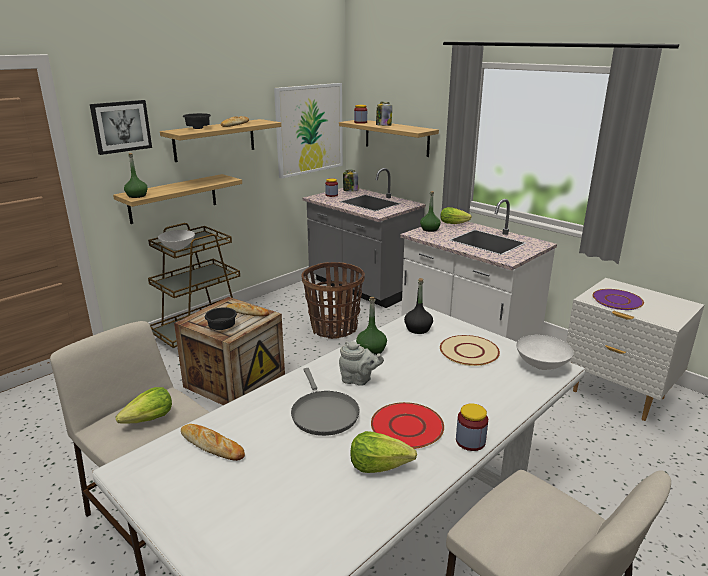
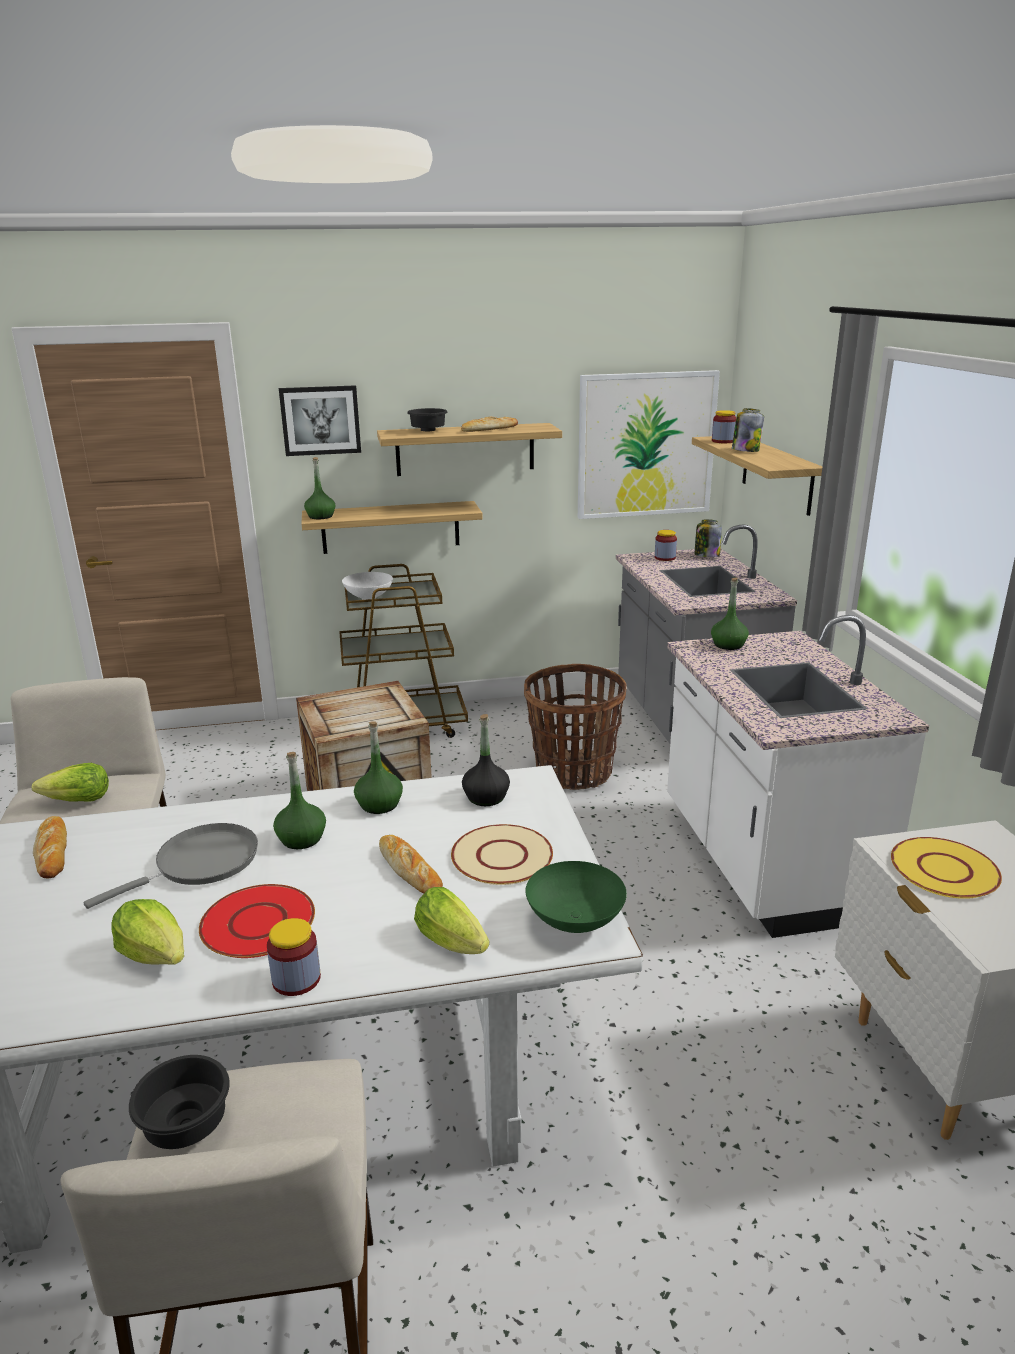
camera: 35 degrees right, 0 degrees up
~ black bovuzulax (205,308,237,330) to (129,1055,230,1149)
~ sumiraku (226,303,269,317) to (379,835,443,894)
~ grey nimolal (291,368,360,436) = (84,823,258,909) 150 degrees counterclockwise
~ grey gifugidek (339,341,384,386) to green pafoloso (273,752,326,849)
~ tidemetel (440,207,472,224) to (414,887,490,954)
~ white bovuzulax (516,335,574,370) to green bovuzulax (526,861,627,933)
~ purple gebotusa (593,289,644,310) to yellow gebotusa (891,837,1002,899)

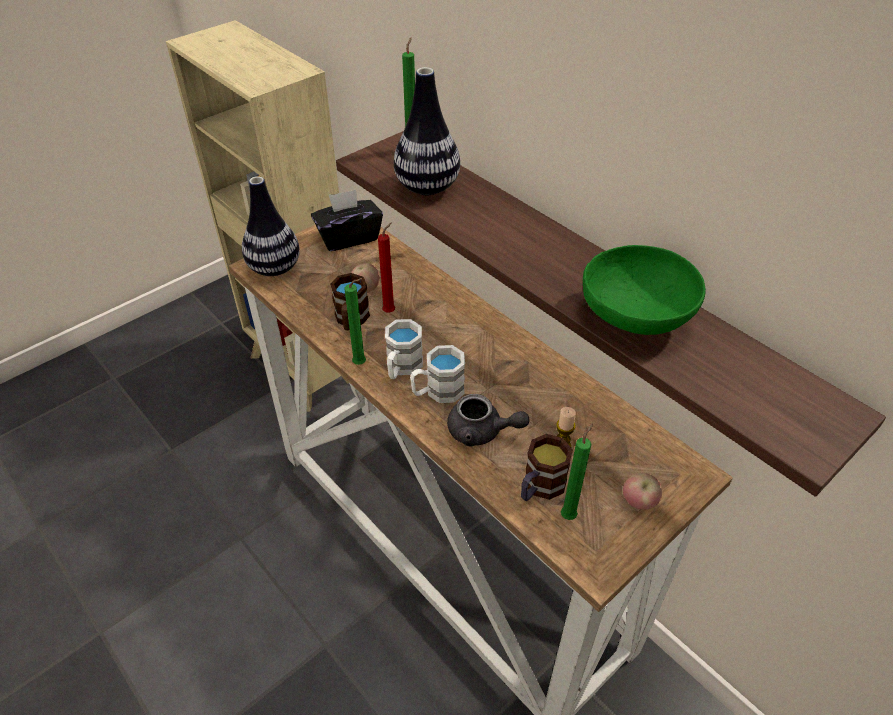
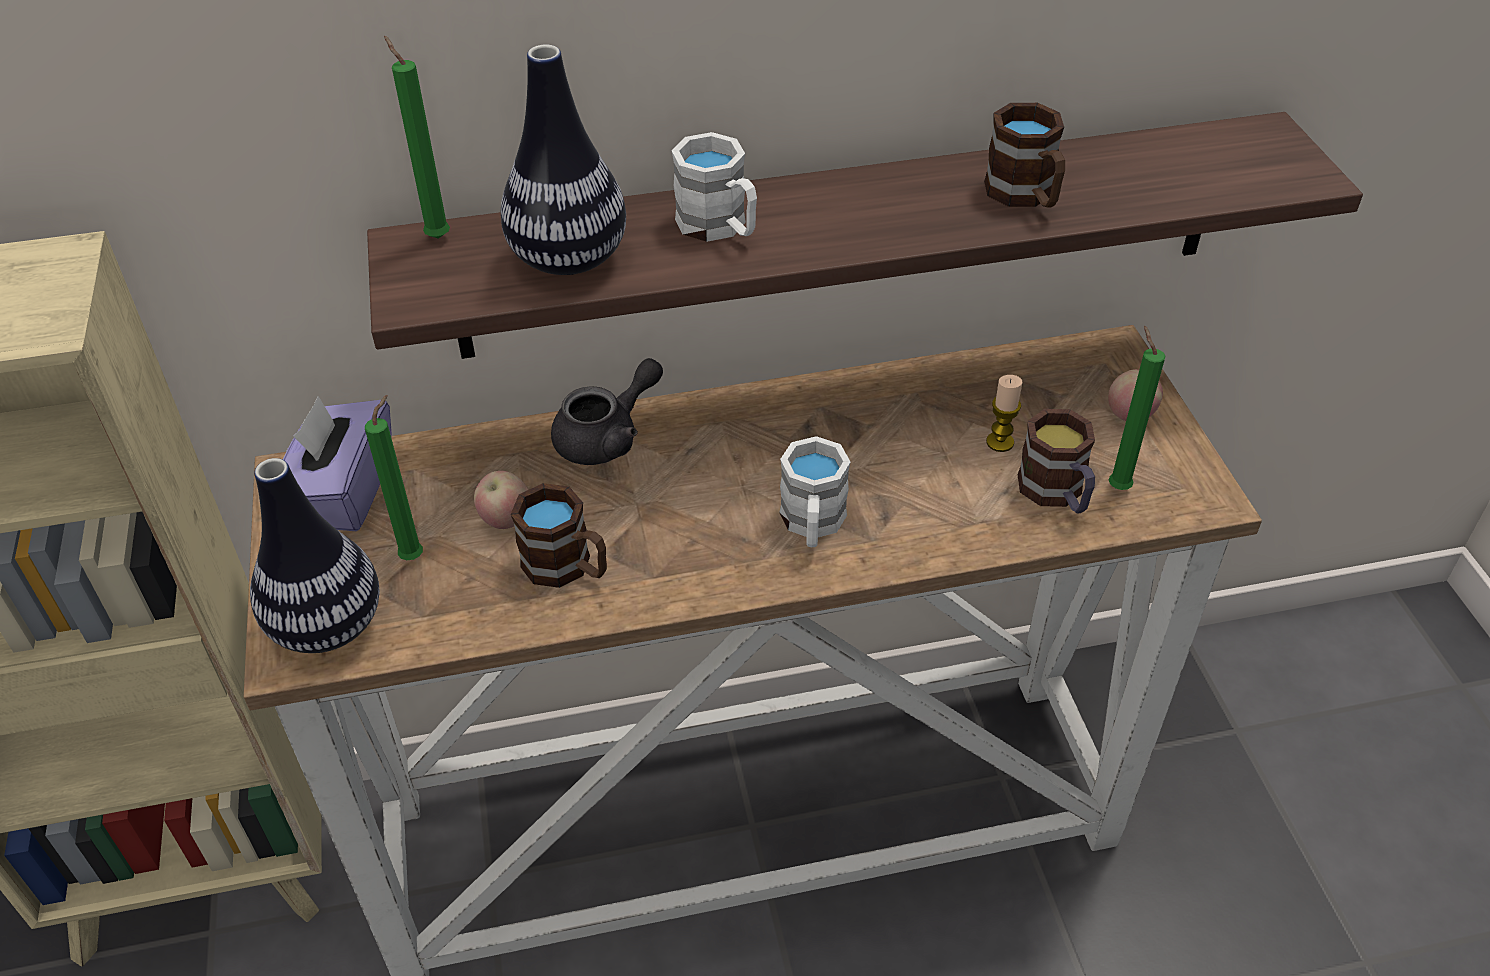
camera: 60 degrees left, 0 degrees up
~ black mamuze (311,190,383,251) to purple mamuze (283,396,392,531)
~ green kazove (344,278,366,365) to (365,395,423,560)
- red kazove (378,222,395,313)
~ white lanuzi (385,319,423,379) to (671,132,757,242)
~ grey gifugidek (447,394,529,447) to (551,358,663,465)
~ green bovuzulax (583,245,706,335) to brown lanuzi (984,103,1065,208)

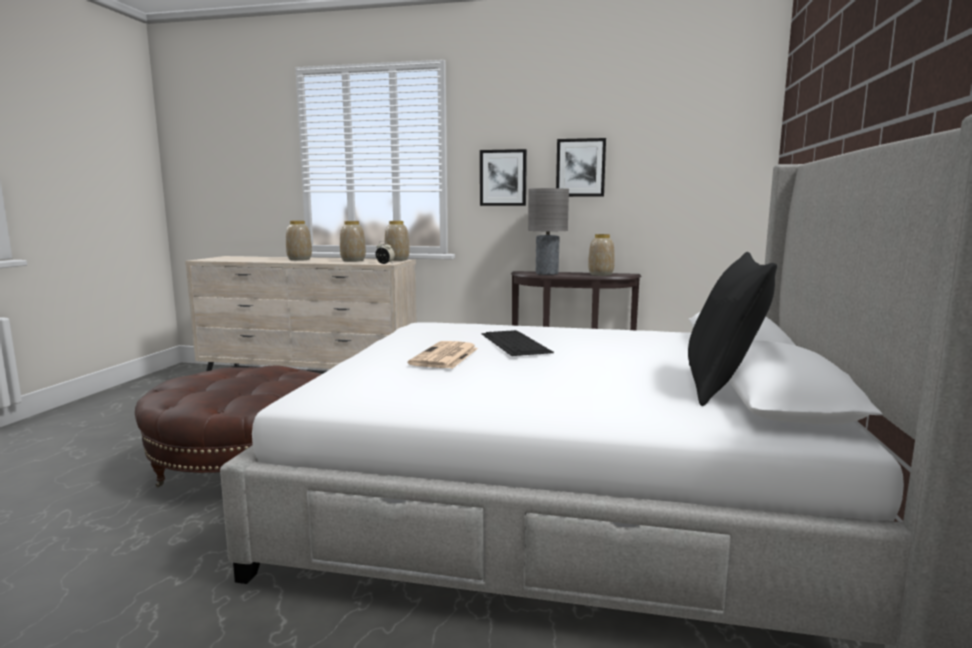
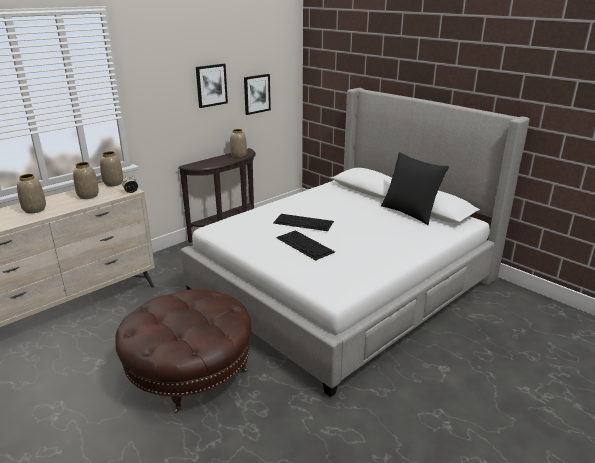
camera: 55 degrees left, 15 degrees up
~ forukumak (408,341,478,369) to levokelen (276,230,335,261)
~ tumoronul (480,149,527,206) to (244,74,271,115)
- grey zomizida (528,188,569,275)

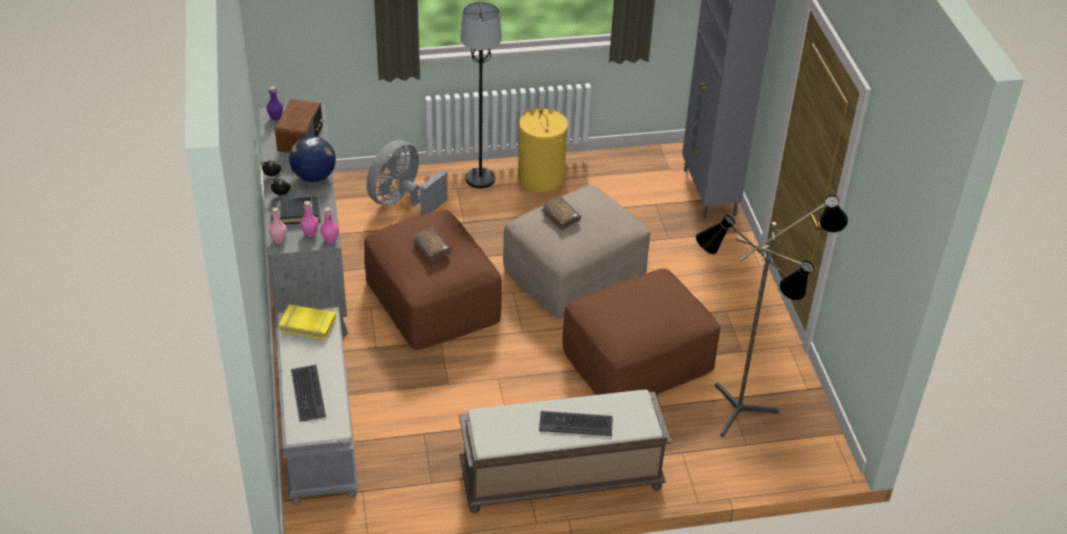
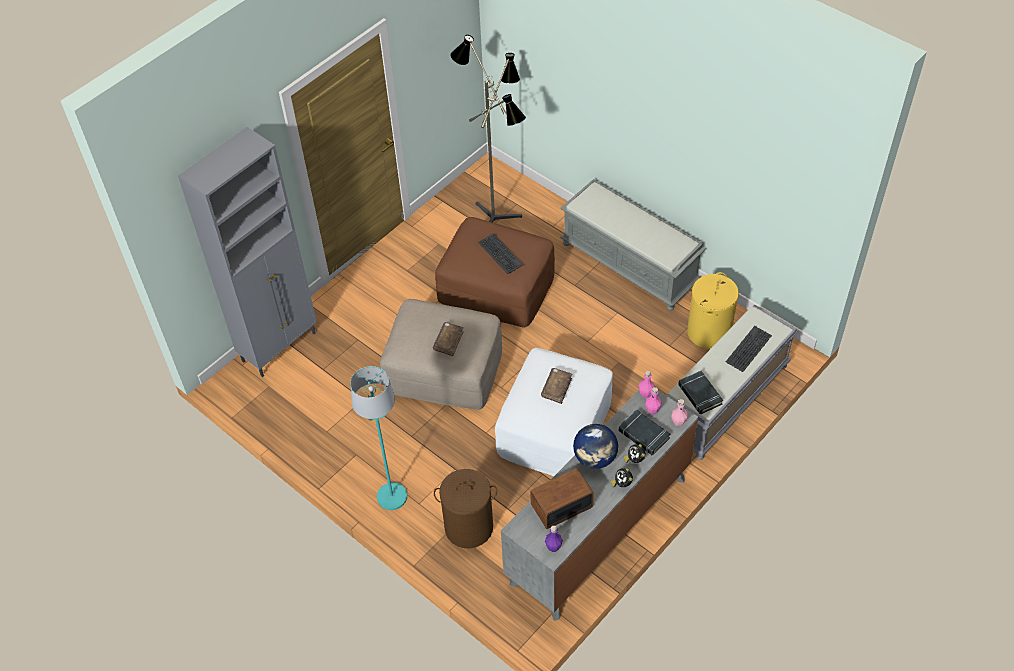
camera: 125 degrees left, 10 degrees up
~ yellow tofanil (279,304,336,340) to black tofanil (678,371,723,414)
~ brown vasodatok (364,210,502,350) to white vasodatok (495,348,613,476)
~ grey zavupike (366,140,448,215) to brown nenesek (434,469,497,548)
~ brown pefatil (459,390,672,513) to grey pefatil (560,179,705,311)
~ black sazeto (460,2,502,188) to turquoise sazeto (350,366,407,510)
~ yellow nenesek (518,109,568,192) to (687,272,739,349)
~ levokelen (539,411,613,436) to (478,233,523,274)

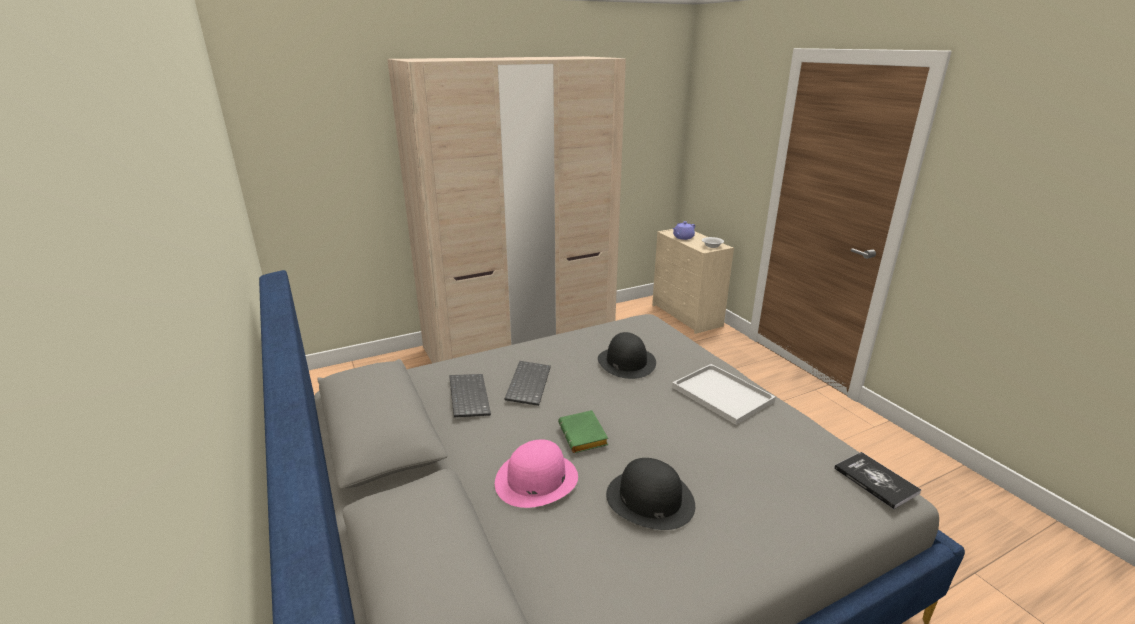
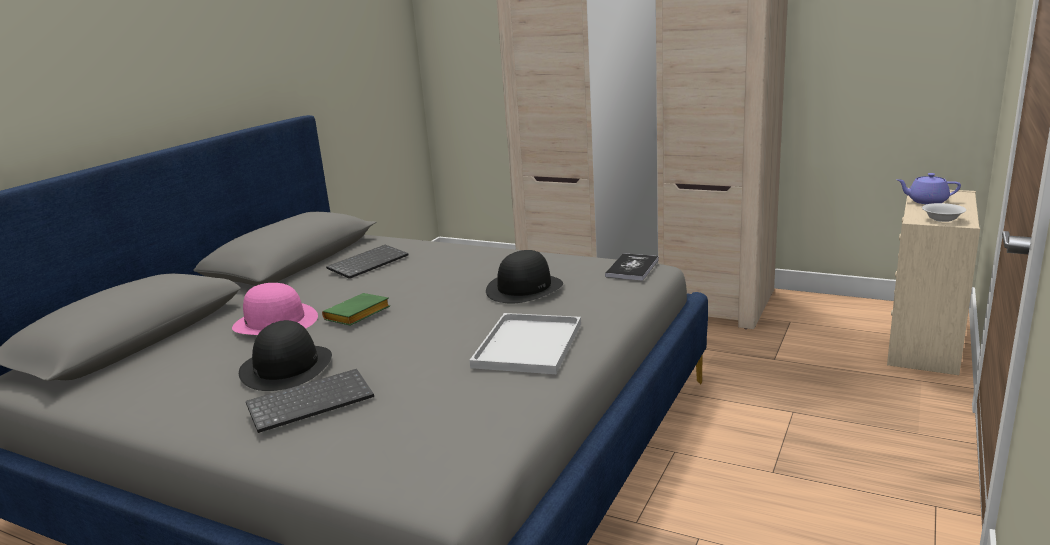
camera: 55 degrees right, 5 degrees down
~ levokelen (504,361,551,406) to (246,369,374,433)
~ tofanil (834,452,921,509) to (605,253,659,281)

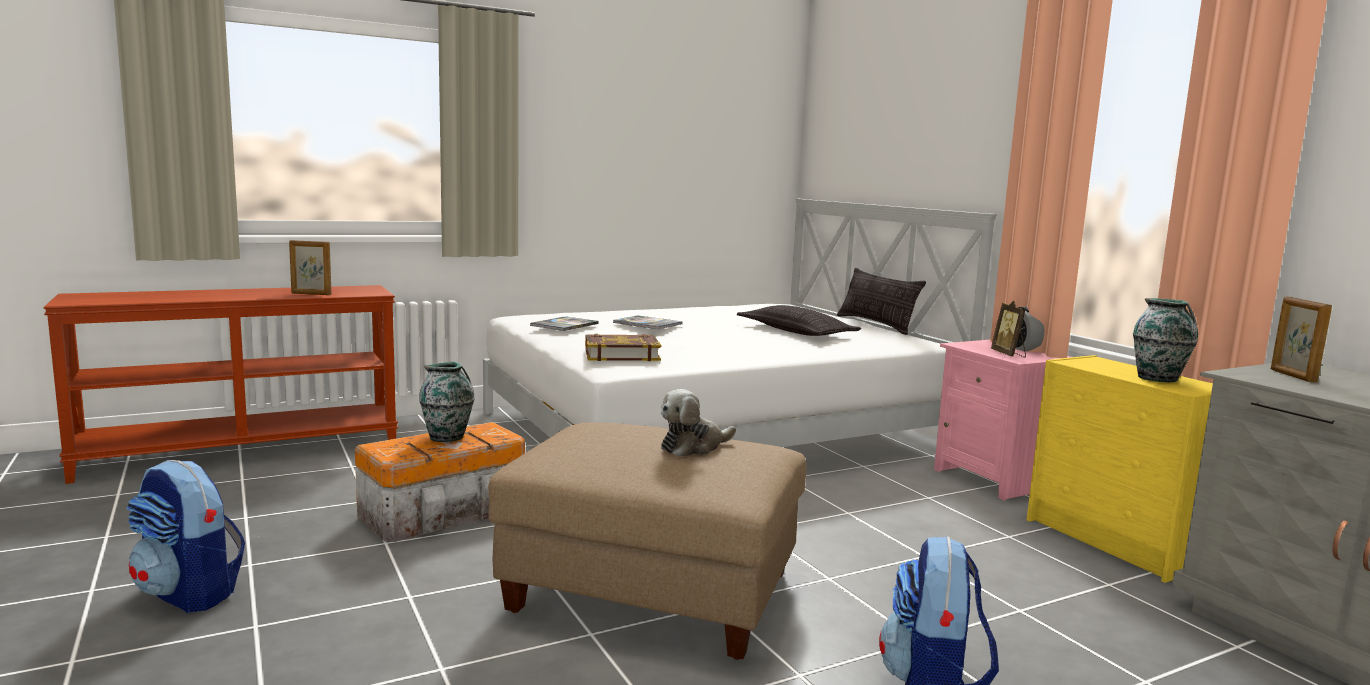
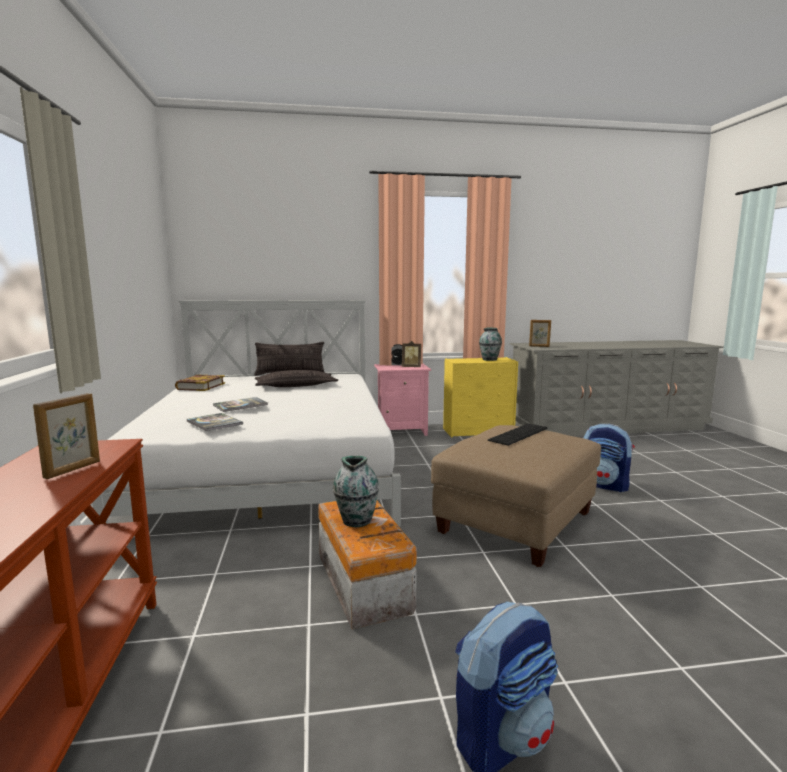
camera: 70 degrees left, 0 degrees up
~ tofanil (585,334,661,361) to (175,375,225,391)
~ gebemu (661,389,736,457) to levokelen (488,423,548,446)

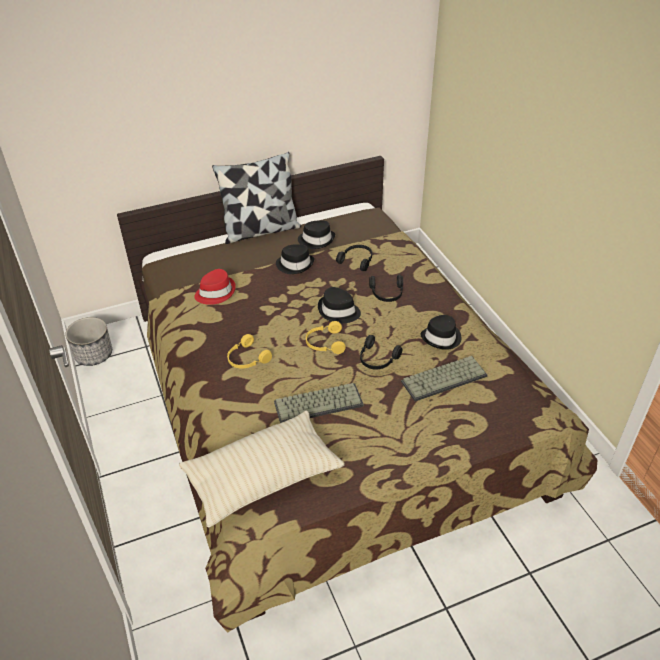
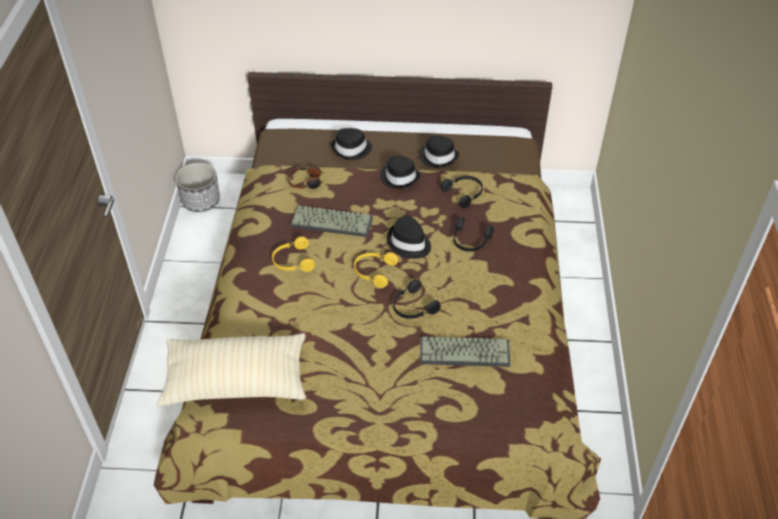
camera: 25 degrees right, 5 degrees up
~ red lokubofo (195,269,236,305) to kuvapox (287,166,324,189)
- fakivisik (212,152,301,244)
~ levokelen (274,383,364,423) to (290,205,373,237)
~ black lokubofo (420,315,461,350) to (331,128,372,160)

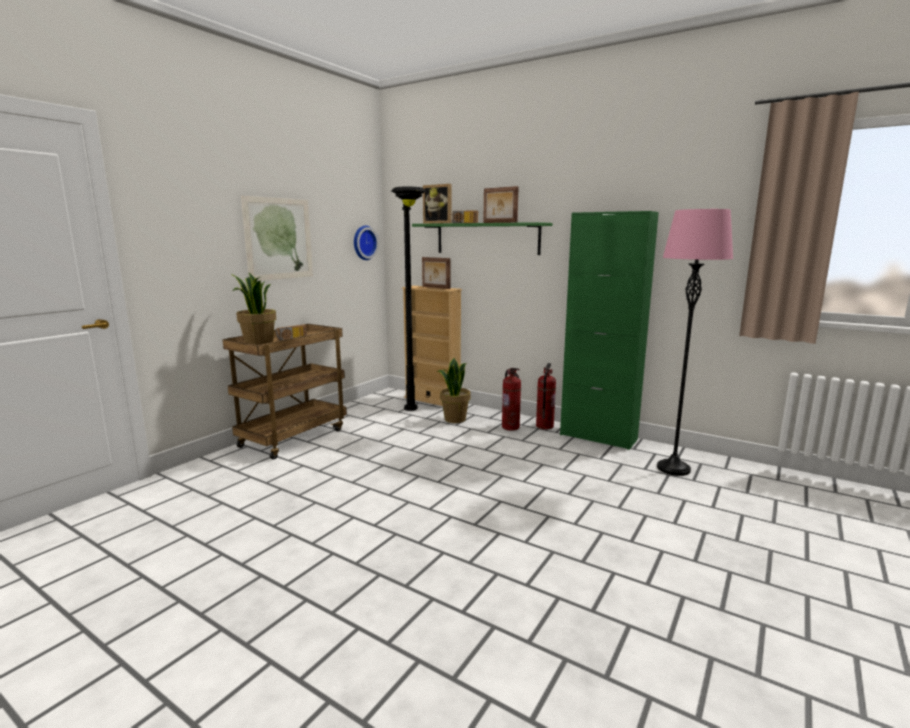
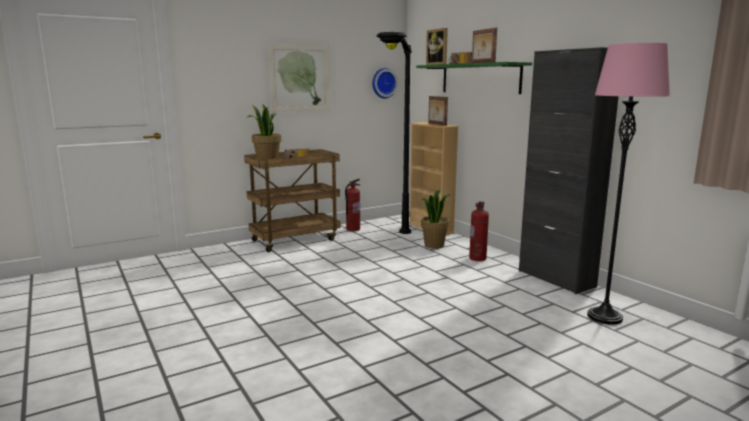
camera: 25 degrees right, 0 degrees up
~ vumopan (536,363,556,429) to (345,179,360,231)
~ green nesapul (560,211,659,450) to black nesapul (519,47,619,294)

